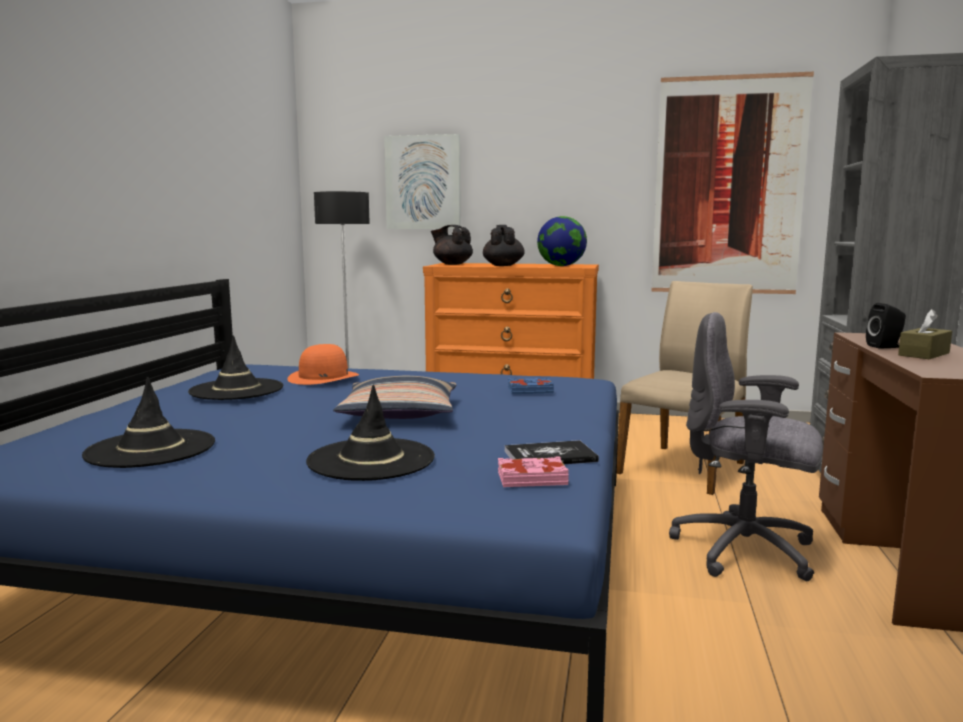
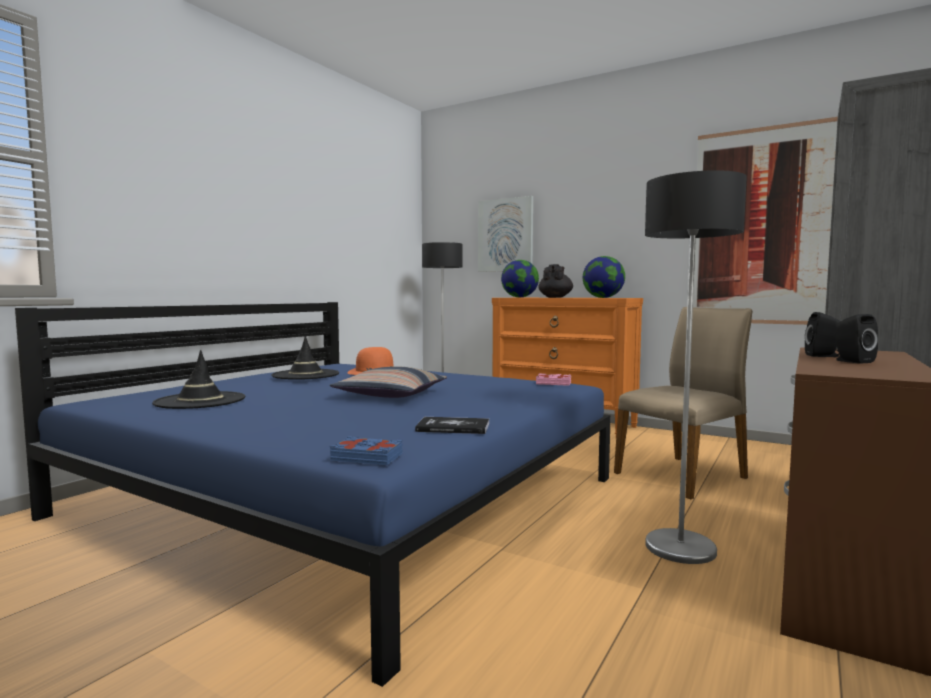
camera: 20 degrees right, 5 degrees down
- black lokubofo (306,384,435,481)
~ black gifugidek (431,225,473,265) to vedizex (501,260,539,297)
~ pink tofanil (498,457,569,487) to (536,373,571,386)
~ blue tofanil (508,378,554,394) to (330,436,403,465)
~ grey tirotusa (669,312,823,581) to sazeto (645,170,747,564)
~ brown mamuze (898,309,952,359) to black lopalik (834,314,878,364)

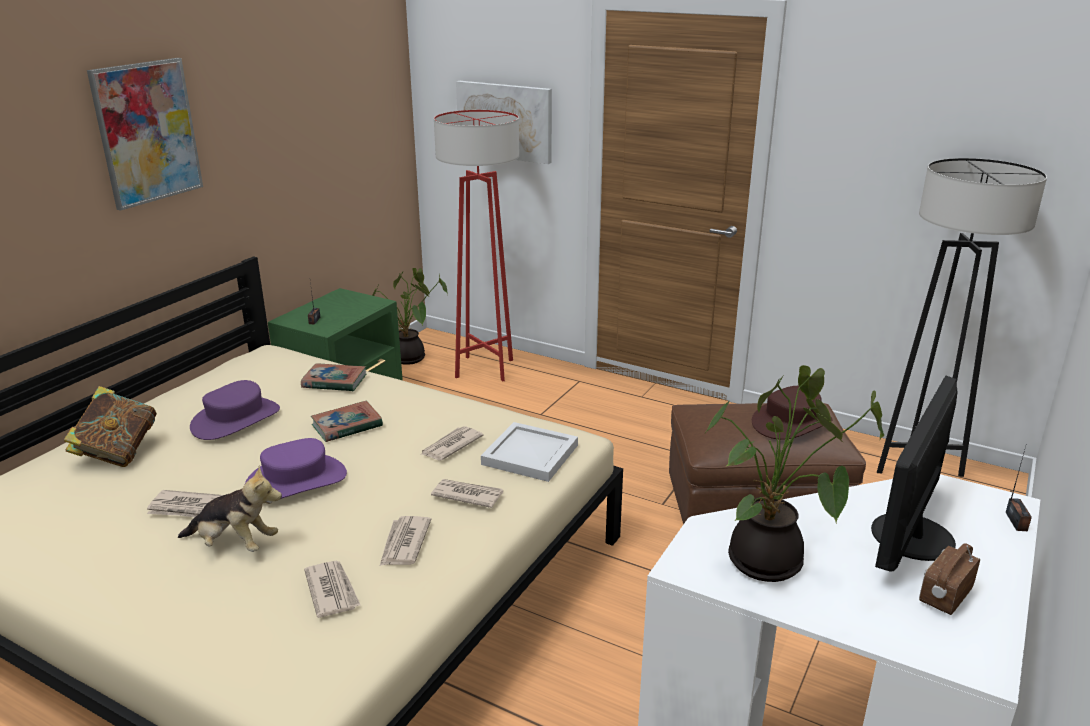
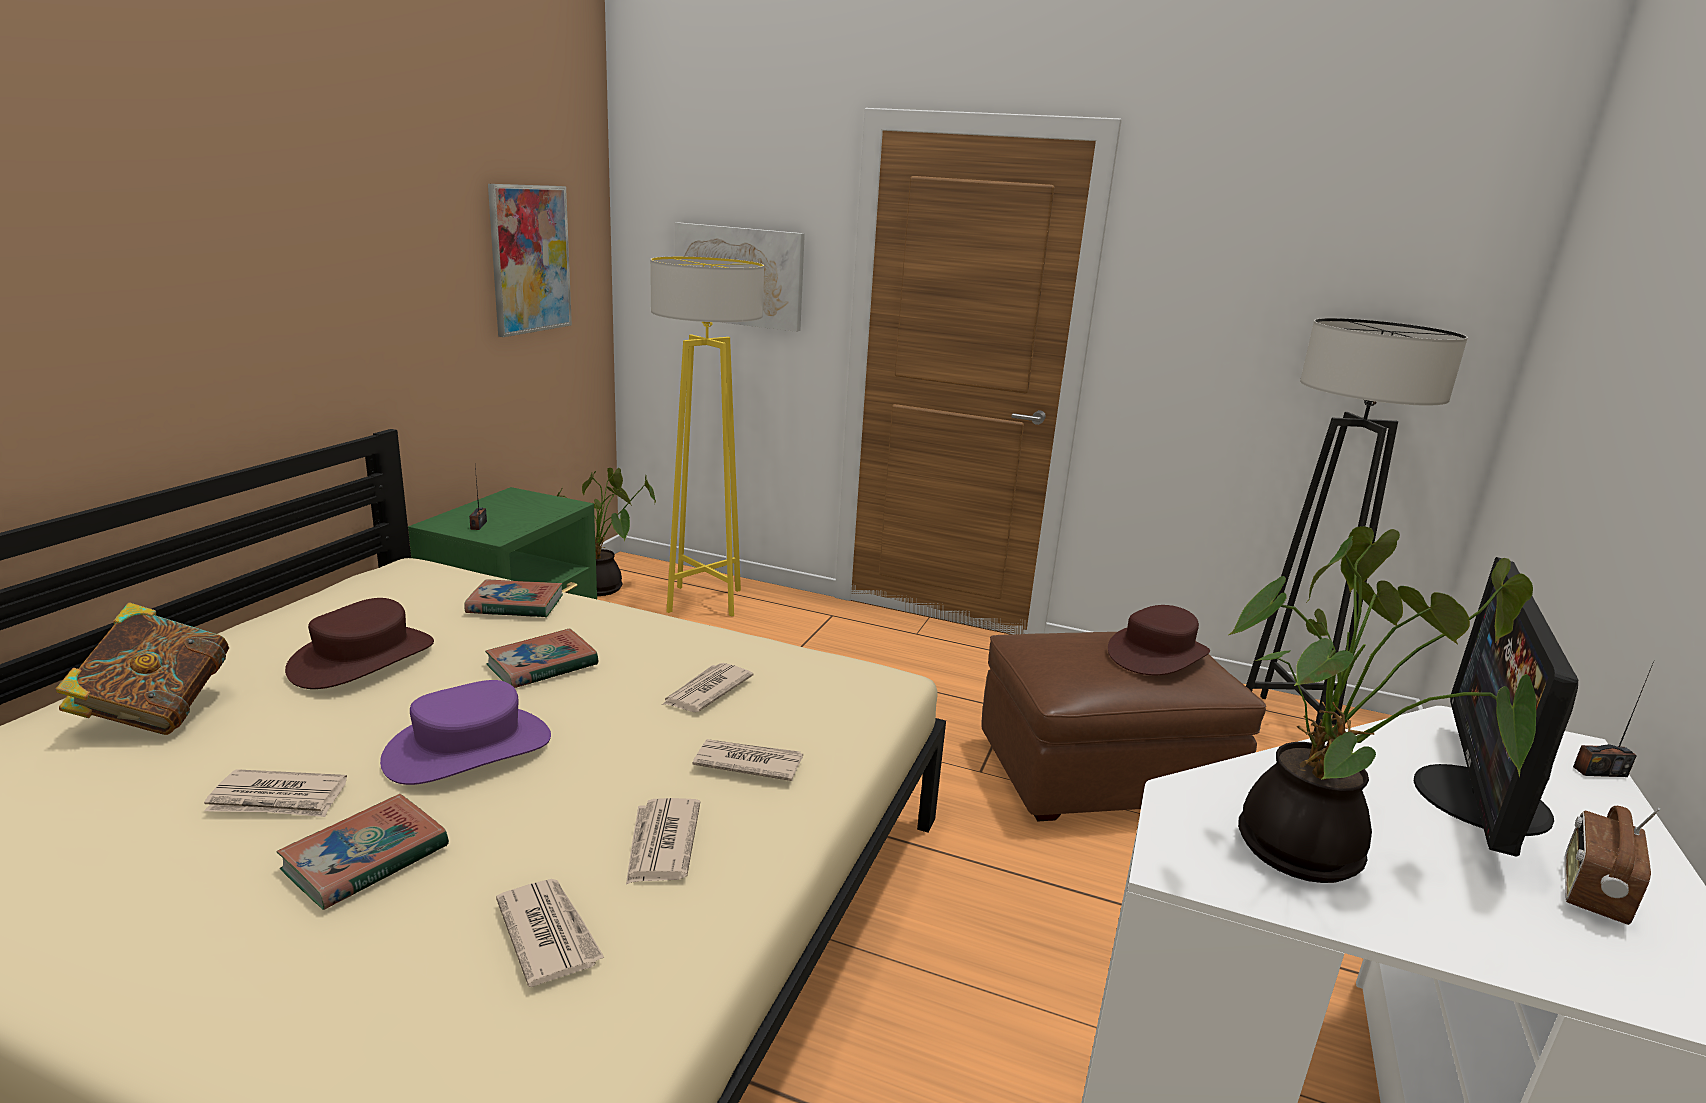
camera: 10 degrees left, 5 degrees down
~ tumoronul (87,58,203,211) to (488,184,572,337)
~ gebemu (178,466,282,552) to tofanil (276,794,449,910)
~ purple lokubofo (190,380,280,440) to brown lokubofo (285,598,434,689)
~ red sazeto (434,110,519,381) to yellow sazeto (650,256,764,616)
- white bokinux (481,422,578,482)
~ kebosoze (1006,446,1032,531) = (1573,661,1654,777) 90 degrees clockwise

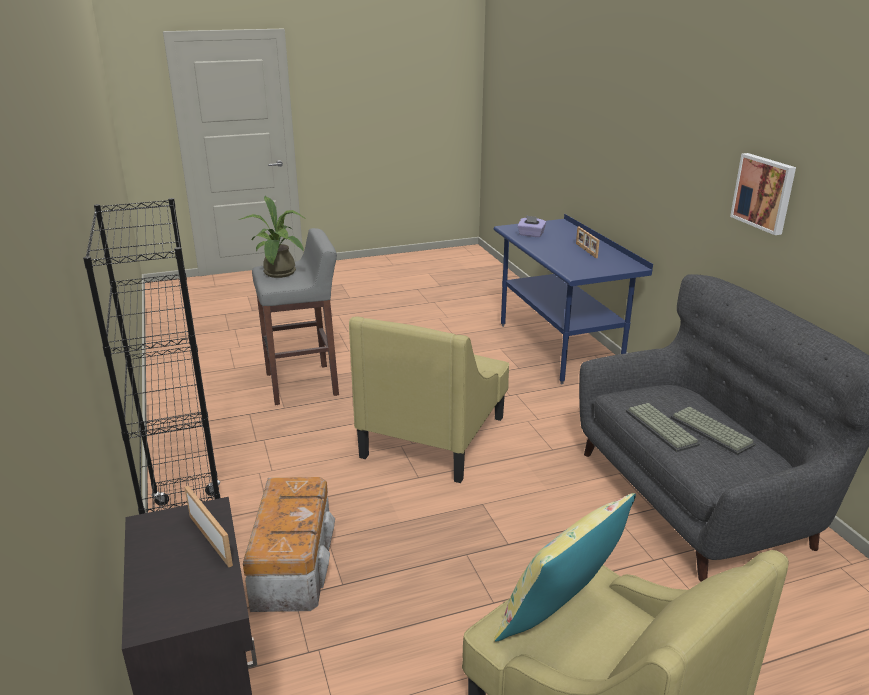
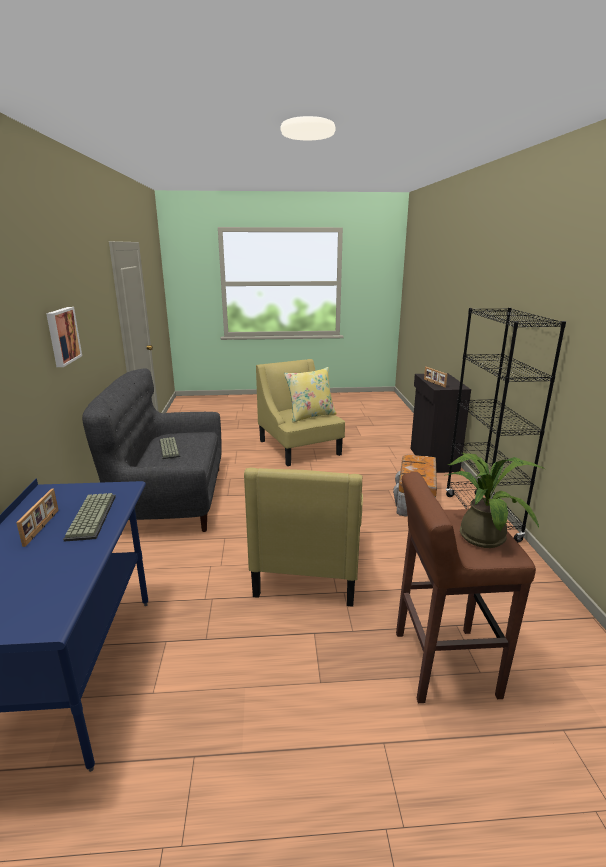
camera: 165 degrees left, 5 degrees down
~ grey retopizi (252,228,339,405) to brown retopizi (396,472,536,703)
~ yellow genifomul (349,316,509,483) = (244,468,363,607) 150 degrees clockwise
- purple mamuze (518,215,546,237)
~ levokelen (626,403,700,452) to (63,493,116,542)

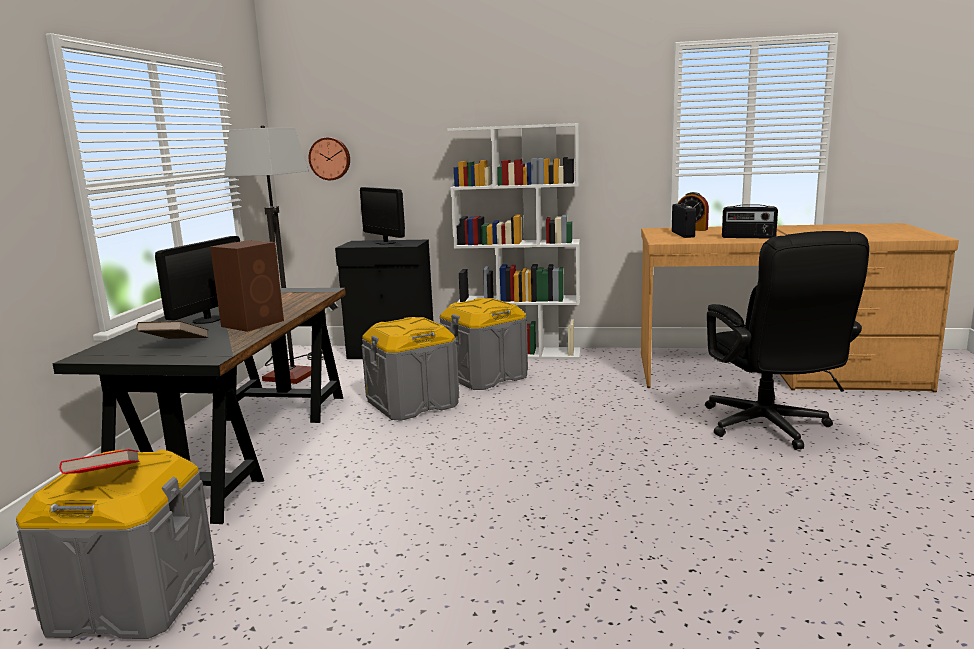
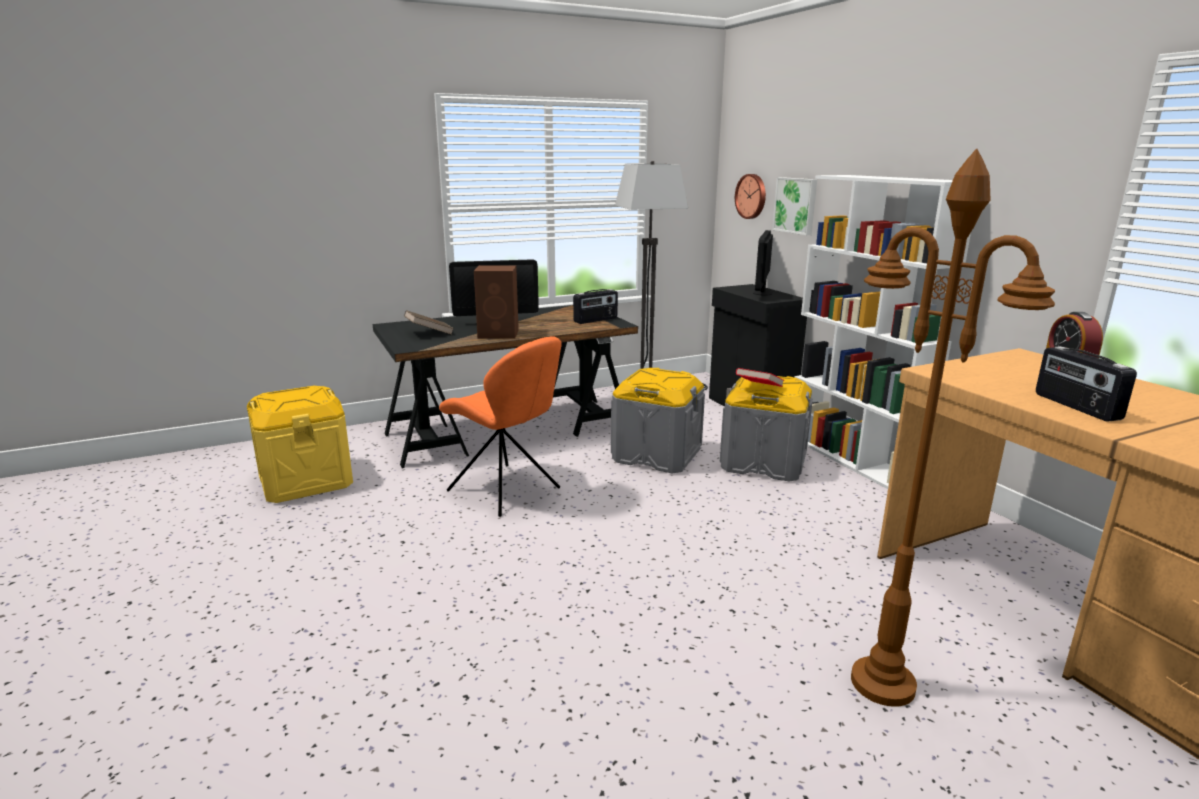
camera: 55 degrees right, 5 degrees up
~ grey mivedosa (16,449,215,639) to yellow mivedosa (247,386,353,503)
~ red tofanil (59,449,140,474) to (736,368,784,387)
~ kebosoze (672,203,696,238) to (573,289,618,324)
~ black tirotusa (705,231,869,450) to brown sazeto (851,149,1055,707)
+ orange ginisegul (439,336,562,517)
+ tumoronul (772,177,817,235)

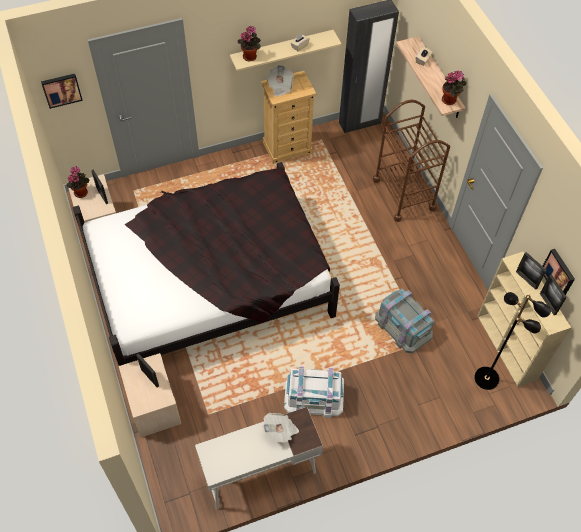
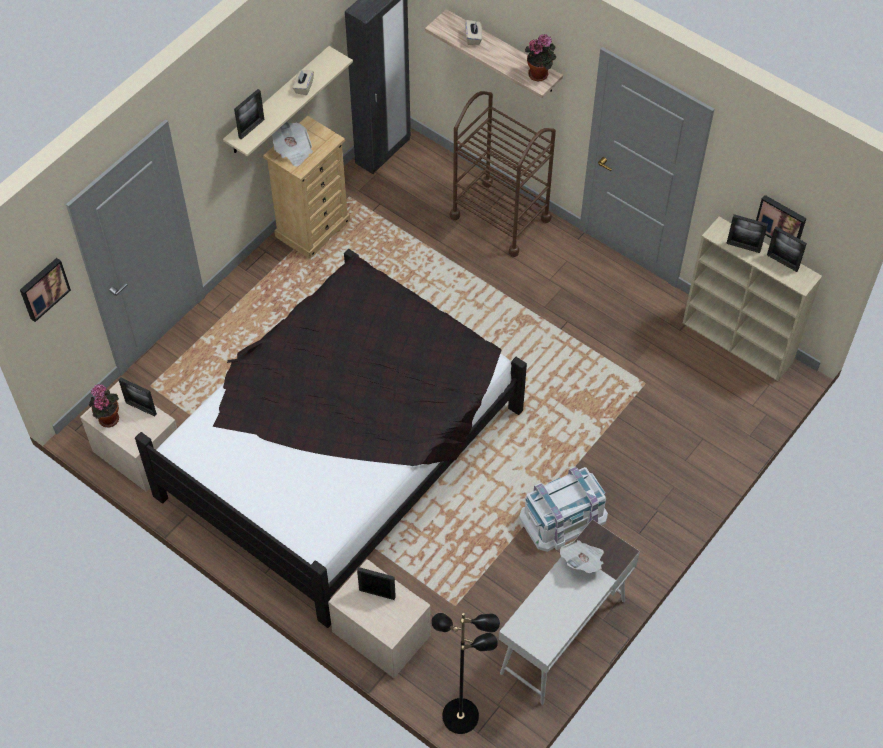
camera: 30 degrees left, 0 degrees up
~ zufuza (238,26,261,62) to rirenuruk (234,89,264,140)
- grey mivedosa (375,288,434,353)
~ black sazeto (474,292,551,390) to (431,613,500,734)

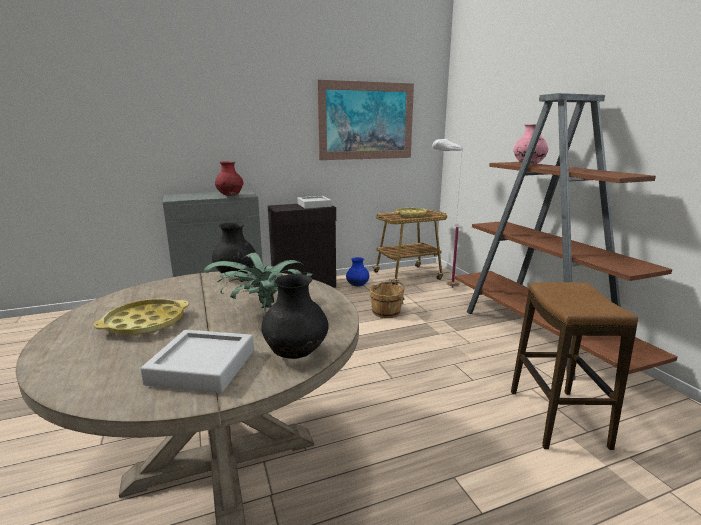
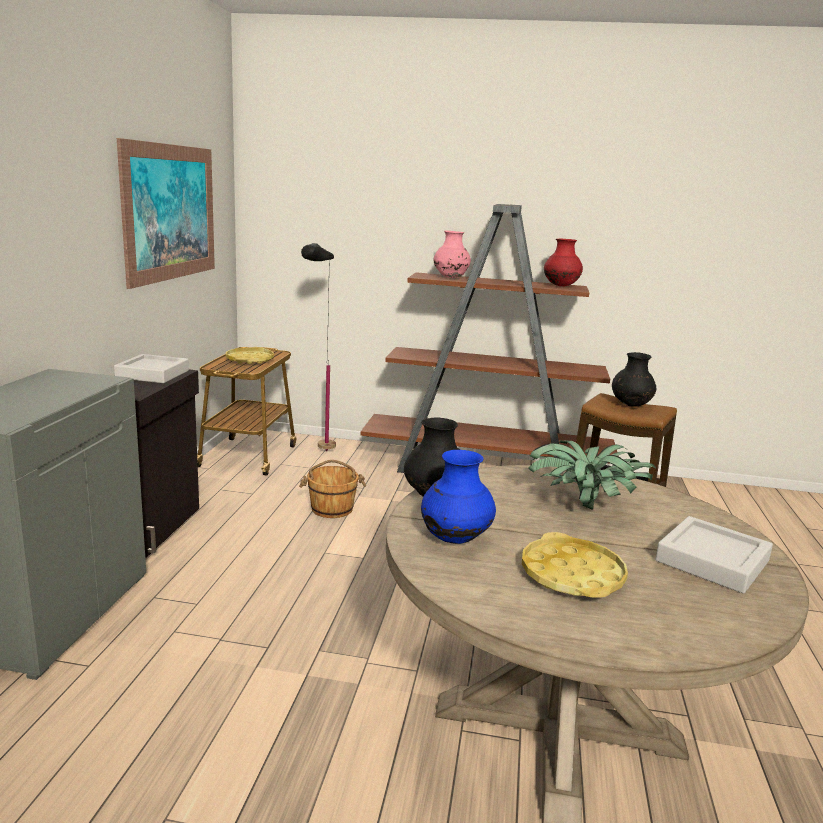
camera: 60 degrees left, 0 degrees up
~ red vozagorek (215,161,243,196) to (544,239,583,287)
~ black vozagorek (261,274,329,359) to (612,352,656,407)
~ blue vozagorek (346,257,369,287) to (421,450,496,544)
~ white sazeto (432,139,463,288) to black sazeto (301,243,336,451)

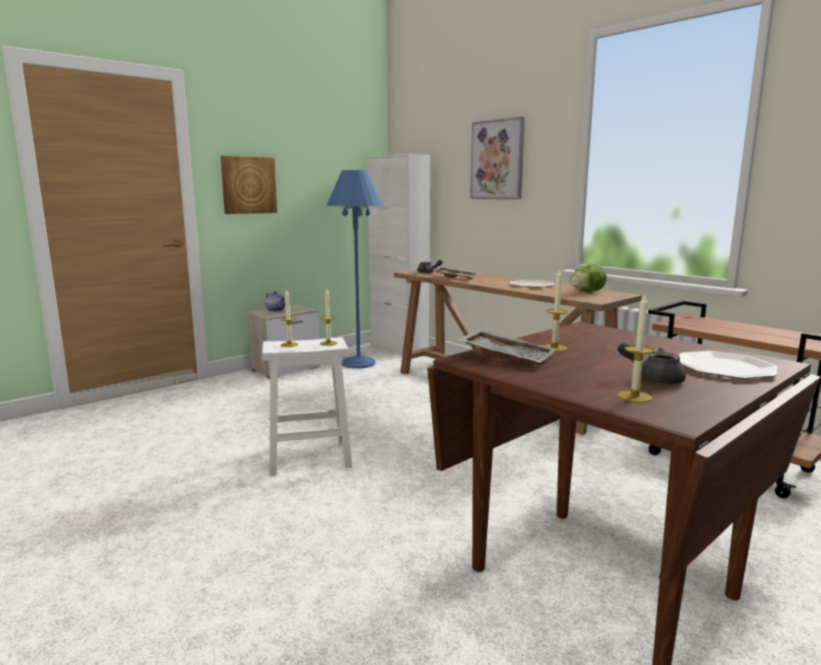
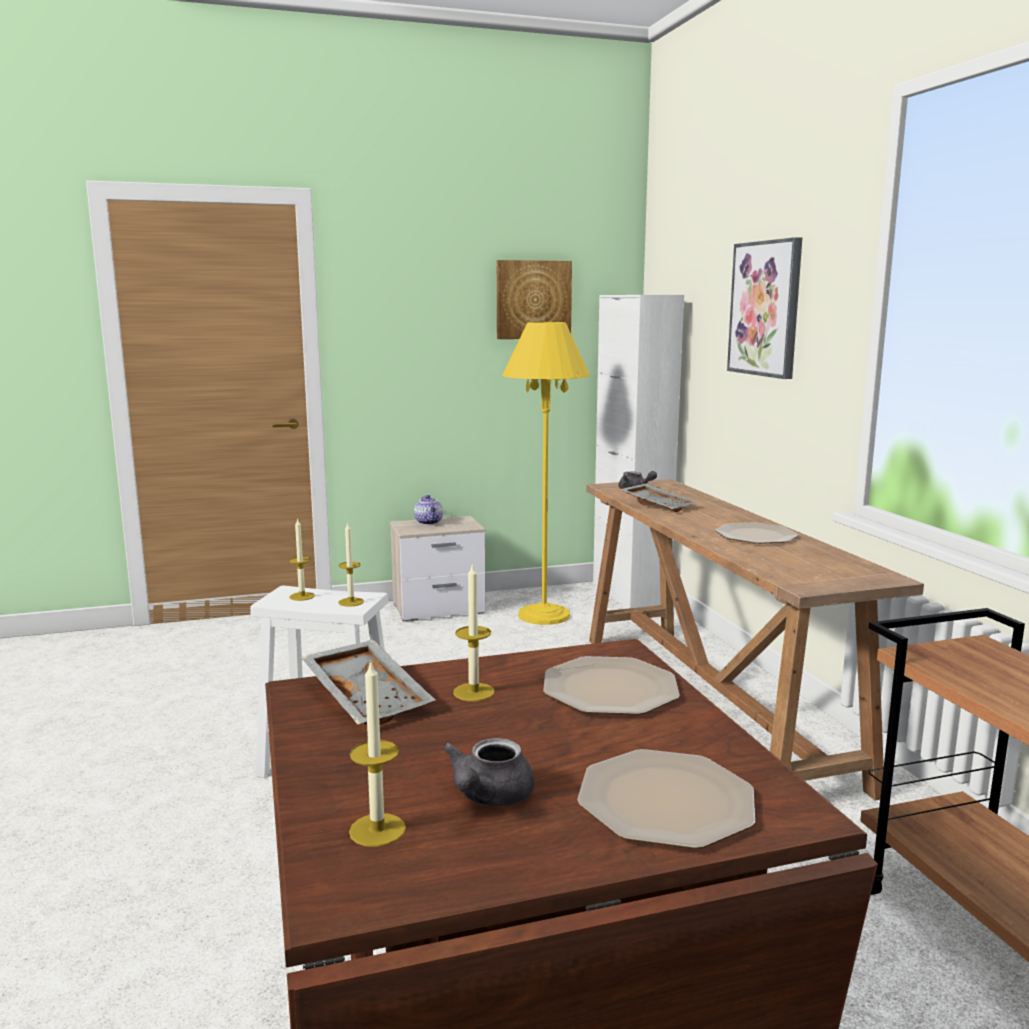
camera: 25 degrees right, 0 degrees up
~ tumoronul (221,156,277,214) to (497,260,572,339)
~ blue sazeto (326,170,384,369) to yellow sazeto (502,322,590,625)
- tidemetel (571,264,606,292)
~ grey gifugidek (618,342,686,385) = (442,738,535,806) 120 degrees counterclockwise
+ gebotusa (543,656,680,715)

